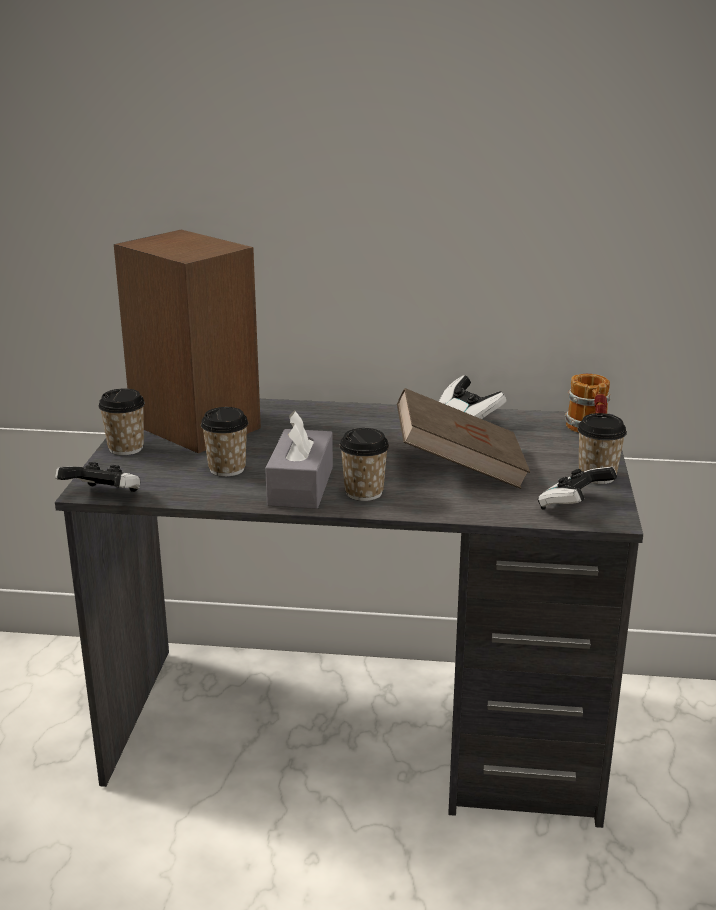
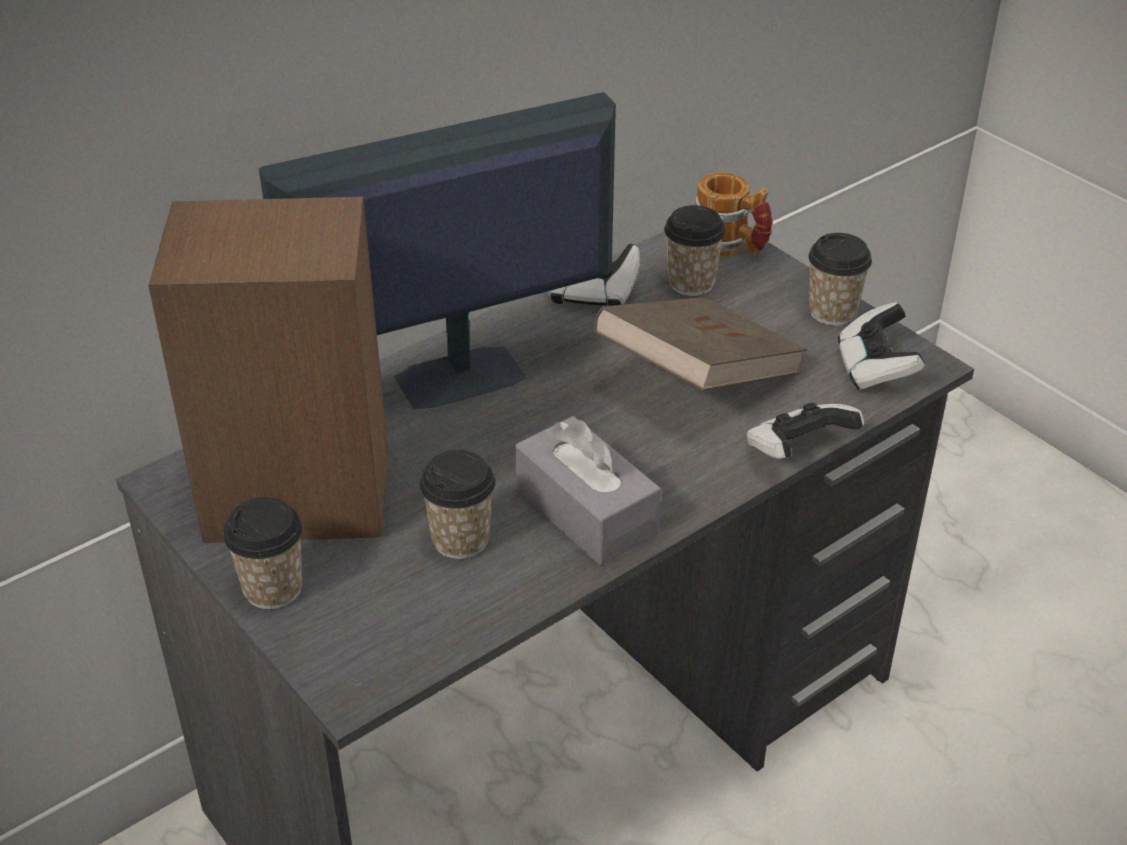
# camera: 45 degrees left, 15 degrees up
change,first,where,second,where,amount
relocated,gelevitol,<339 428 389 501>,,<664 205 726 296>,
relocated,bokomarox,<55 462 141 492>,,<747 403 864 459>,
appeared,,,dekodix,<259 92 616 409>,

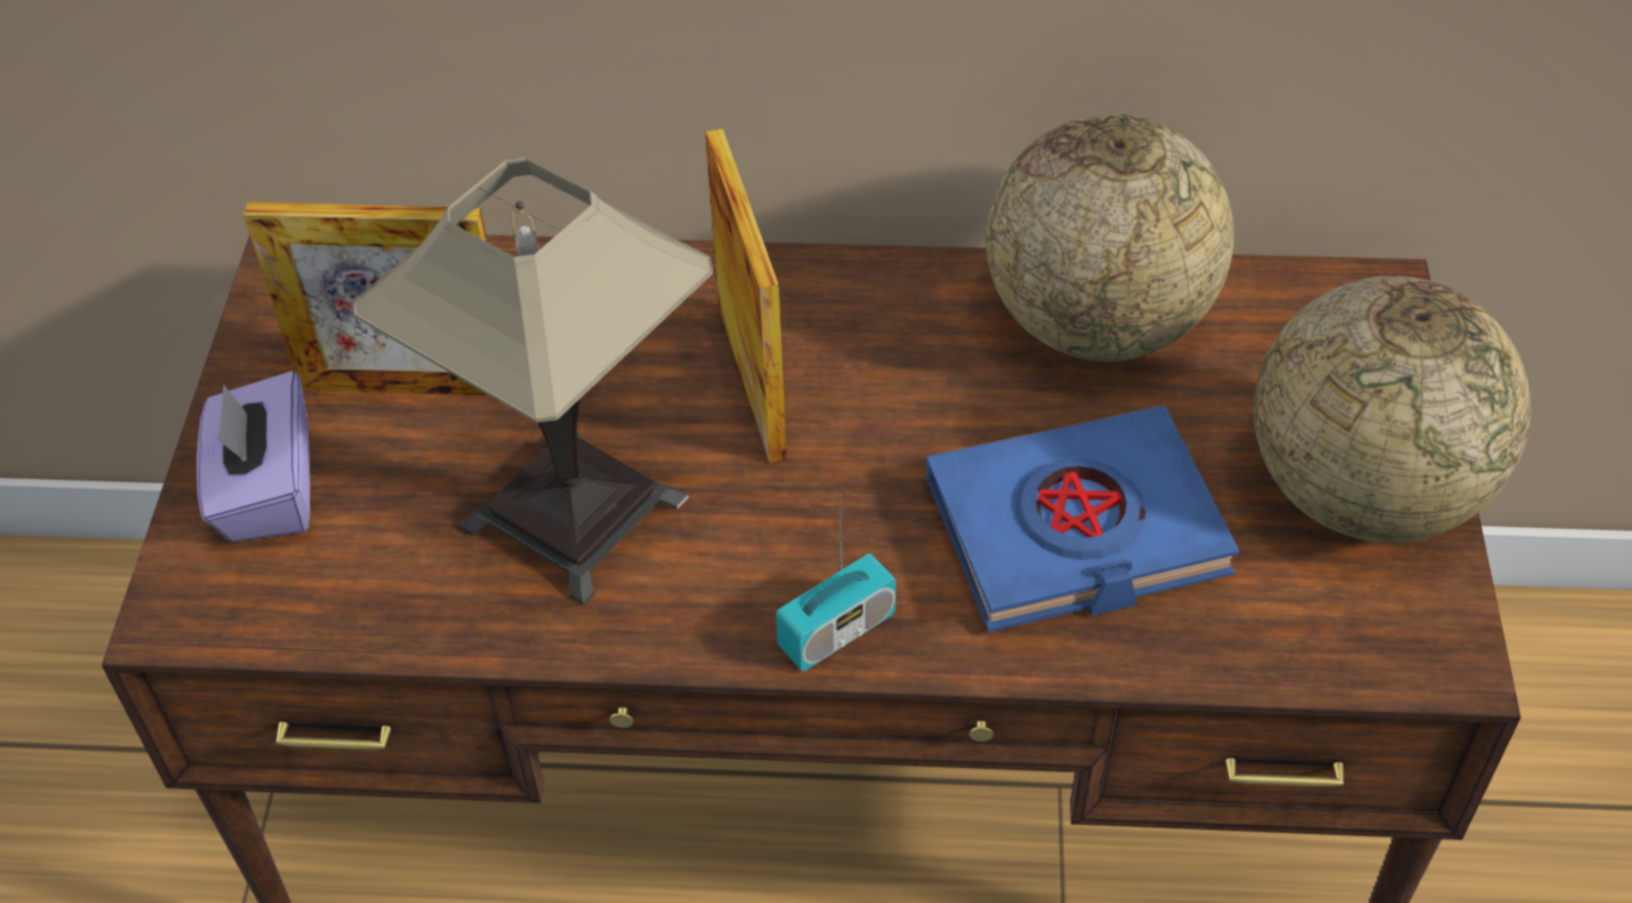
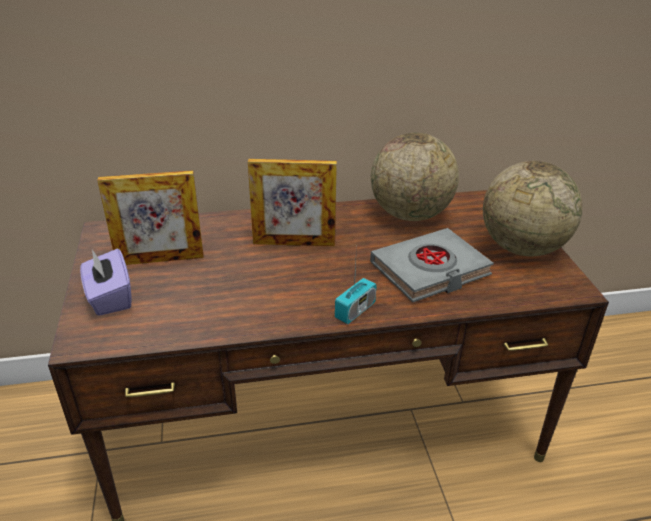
# camera: 15 degrees left, 15 degrees down
change,first,where,second,where,amount
spun,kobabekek,<705 129 786 463>,,<248 159 337 246>,120 degrees clockwise
missing,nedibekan,<354 158 713 605>,,,
colour,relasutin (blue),<926 405 1240 632>,relasutin (grey),<370 228 494 302>,

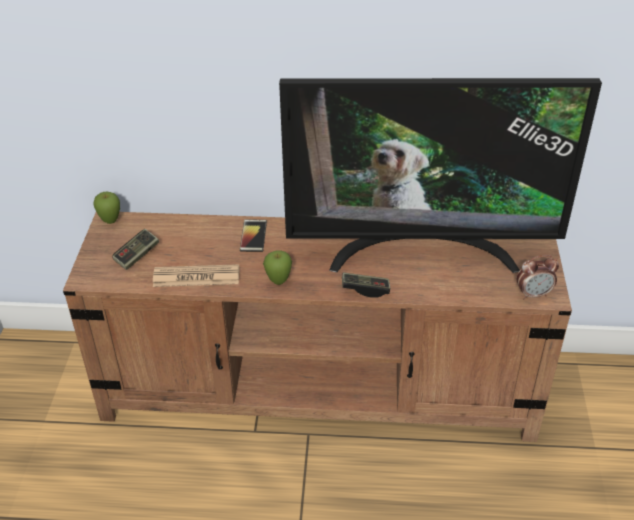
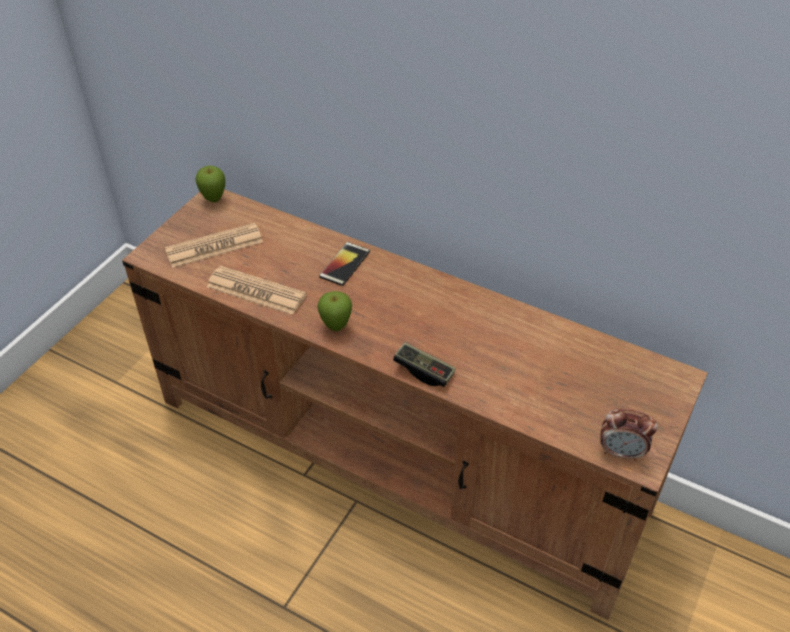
# camera: 25 degrees right, 5 degrees up
change,first,where,second,where,amount
missing,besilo,<279 78 602 273>,,,
exchanged,bokomarox,<112 229 159 270>,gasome,<165 223 263 268>,

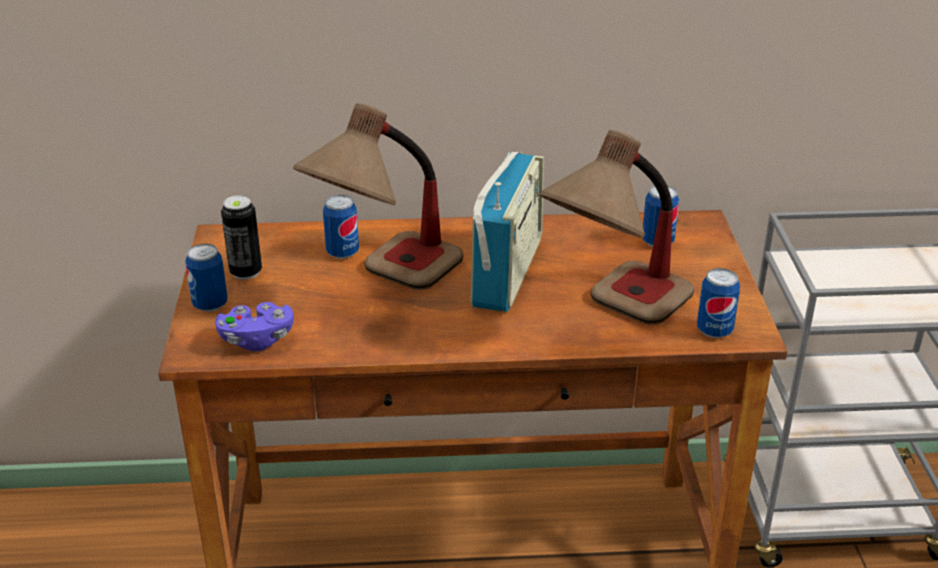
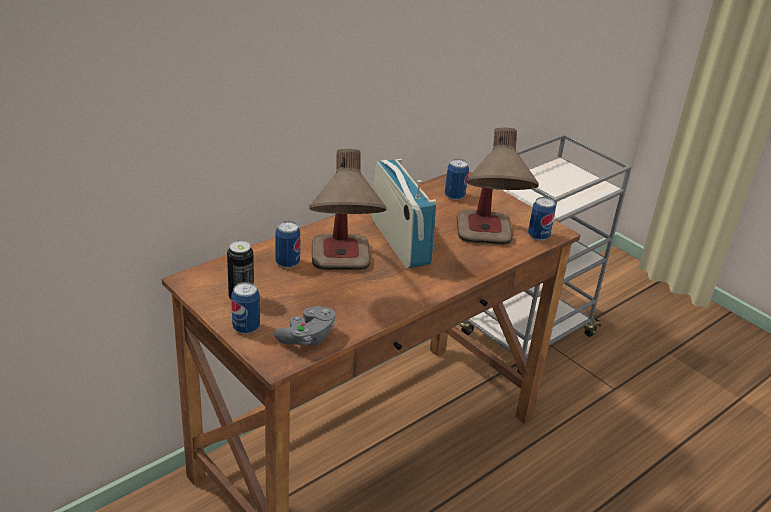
# camera: 40 degrees left, 0 degrees up
change,first,where,second,where,amount
colour,bokomarox (purple),<215 302 294 351>,bokomarox (grey),<274 306 336 346>,

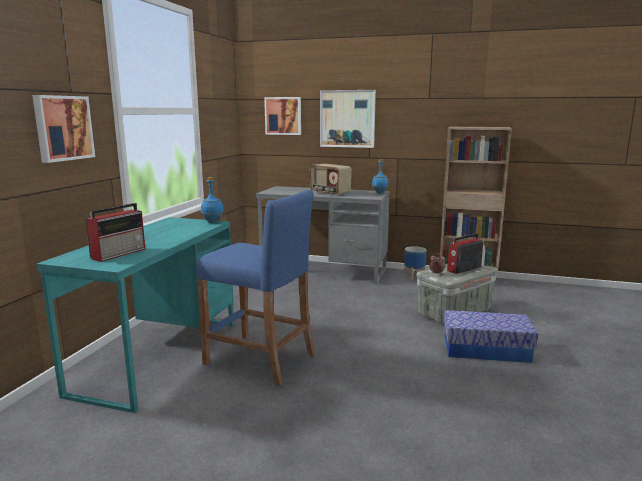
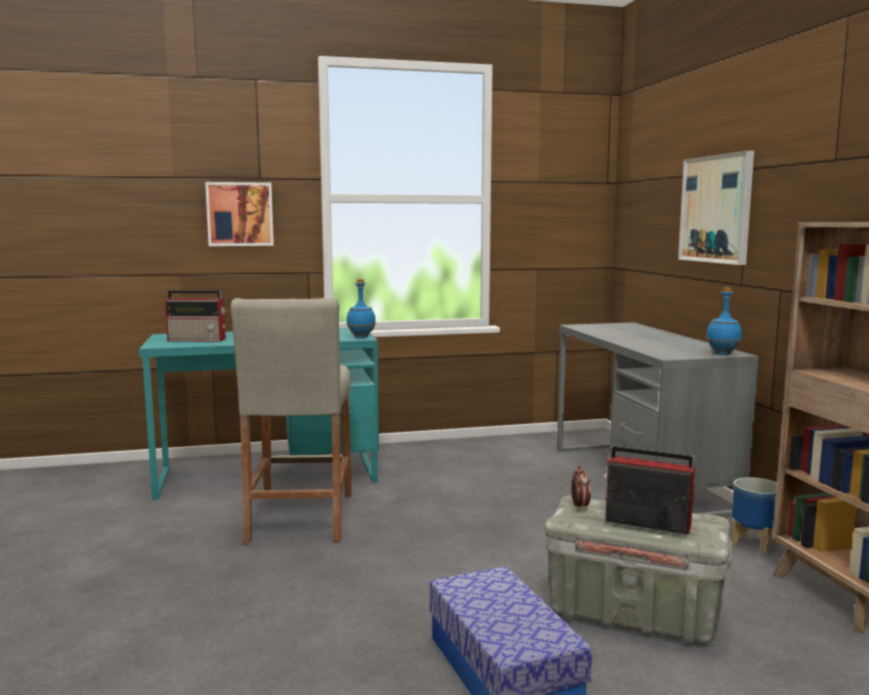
# camera: 60 degrees right, 5 degrees down
change,first,where,second,where,amount
missing,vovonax,<264 97 301 135>,,,
missing,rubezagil,<310 164 352 196>,,,
colour,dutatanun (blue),<196 190 315 386>,dutatanun (beige),<231 298 352 544>,

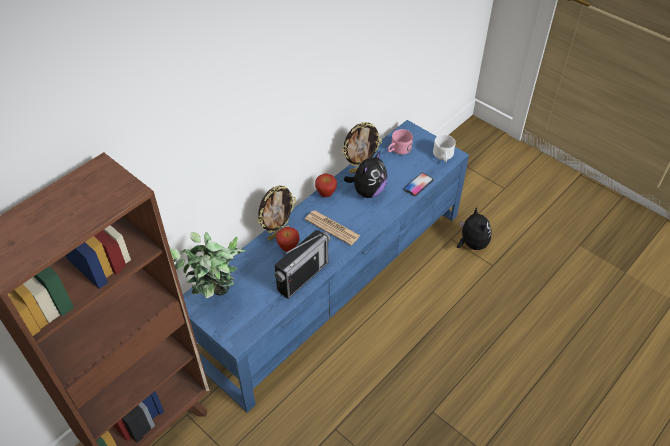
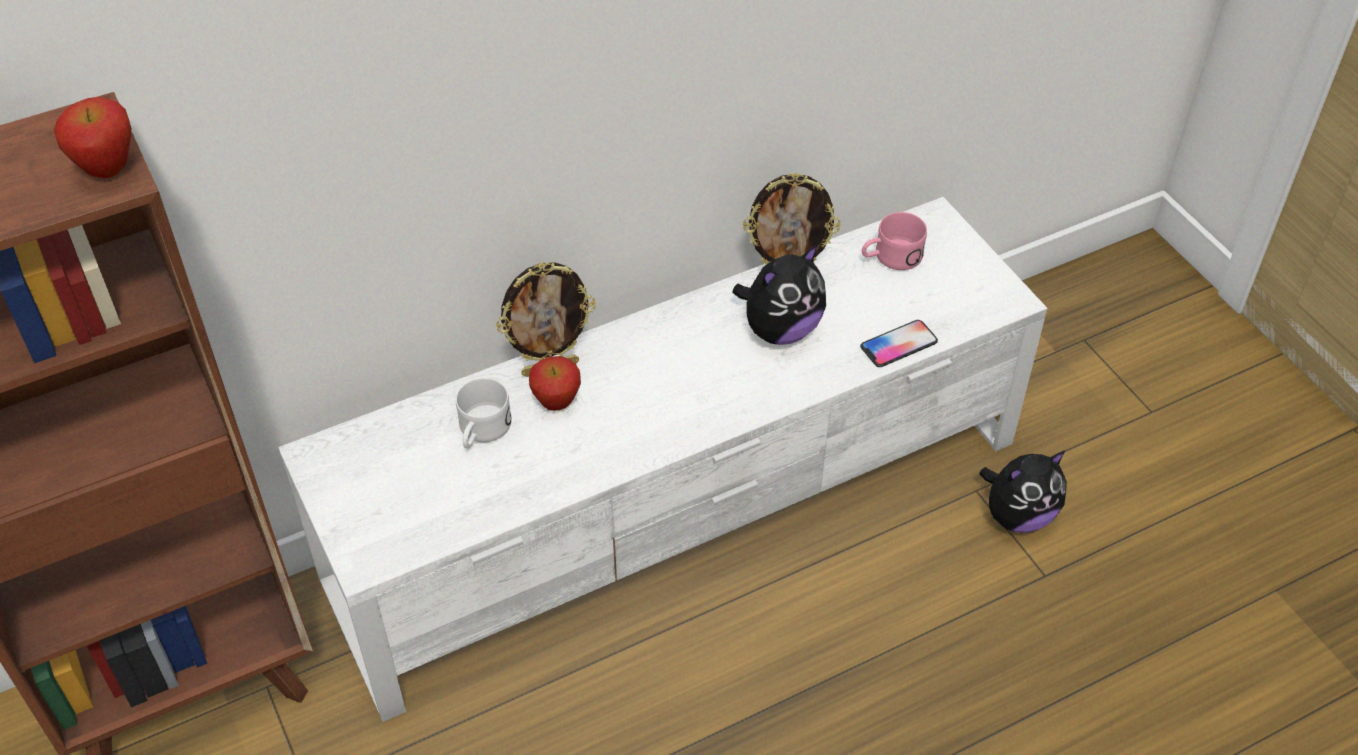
# camera: 20 degrees right, 0 degrees up
change,first,where,second,where,amount
colour,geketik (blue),<183 120 469 412>,geketik (white),<278 197 1047 722>,
relocated,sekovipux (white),<433 135 456 162>,,<456 378 512 448>,
relocated,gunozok,<315 174 337 197>,,<54 97 131 178>,
spun,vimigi,<457 207 492 250>,,<979 450 1067 533>,60 degrees clockwise
missing,gasome,<305 210 360 245>,,,
missing,rubezagil,<274 230 331 299>,,,
missing,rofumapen,<169 232 246 298>,,,

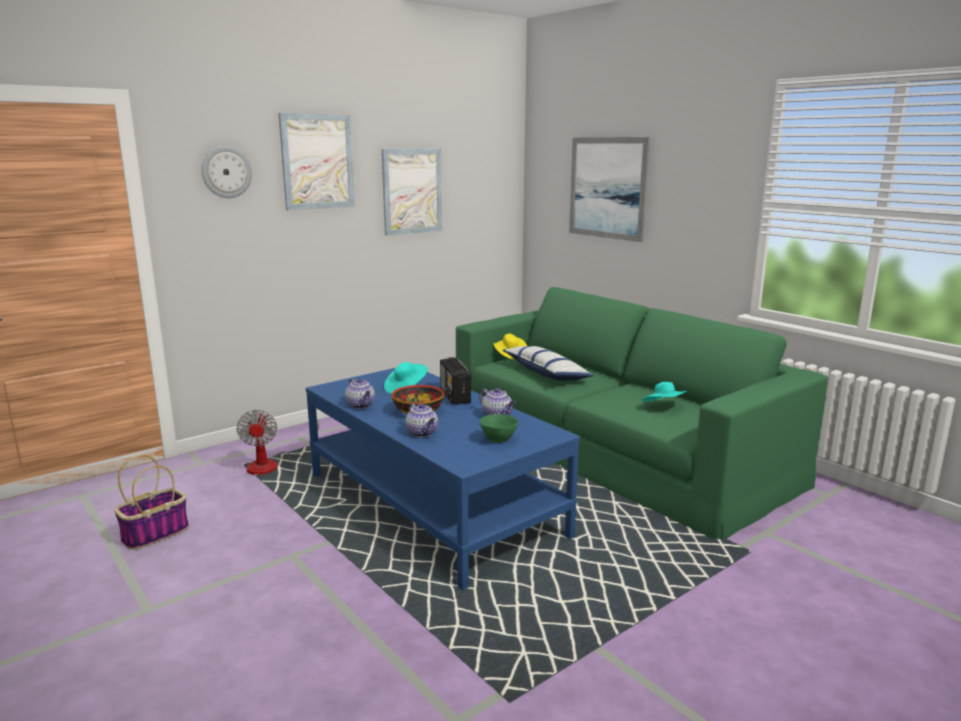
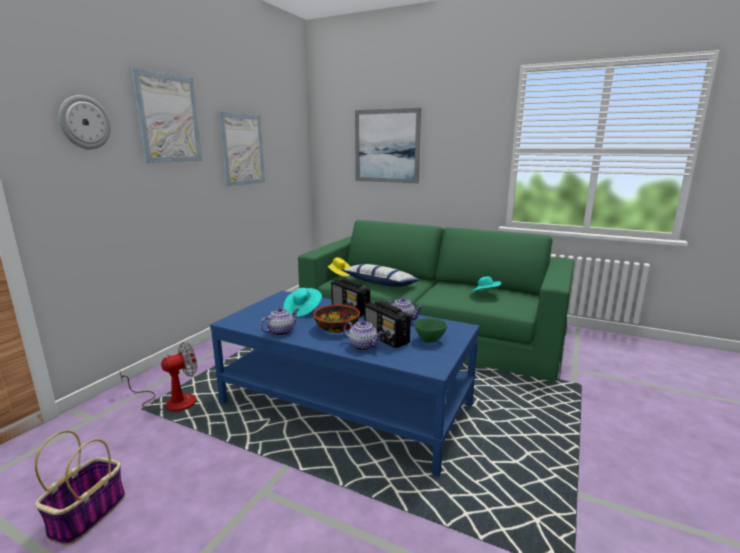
# camera: 25 degrees left, 0 degrees up
change,first,where,second,where,amount
spun,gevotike,<345 378 375 409>,,<260 308 299 336>,75 degrees counterclockwise
spun,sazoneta,<236 410 319 475>,,<120 342 197 411>,90 degrees counterclockwise
appeared,,,rubezagil,<364 300 411 348>,

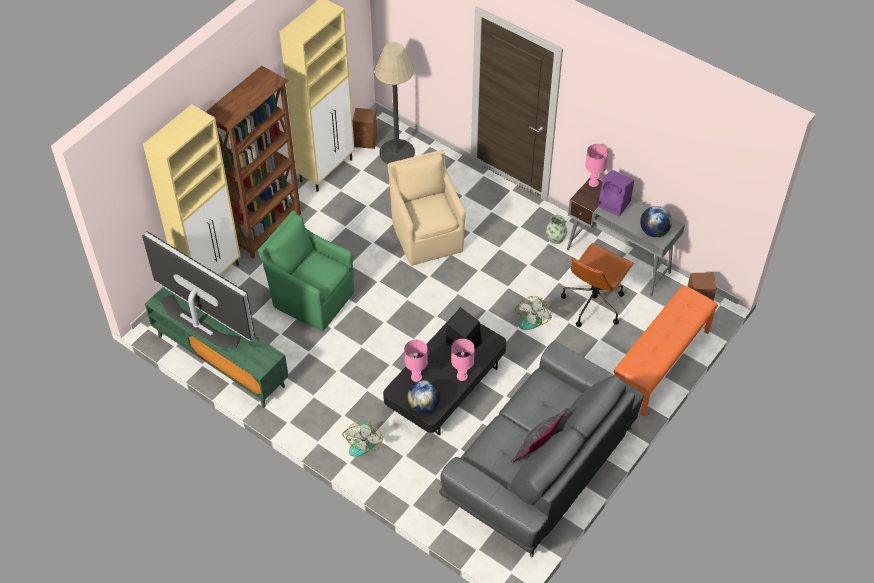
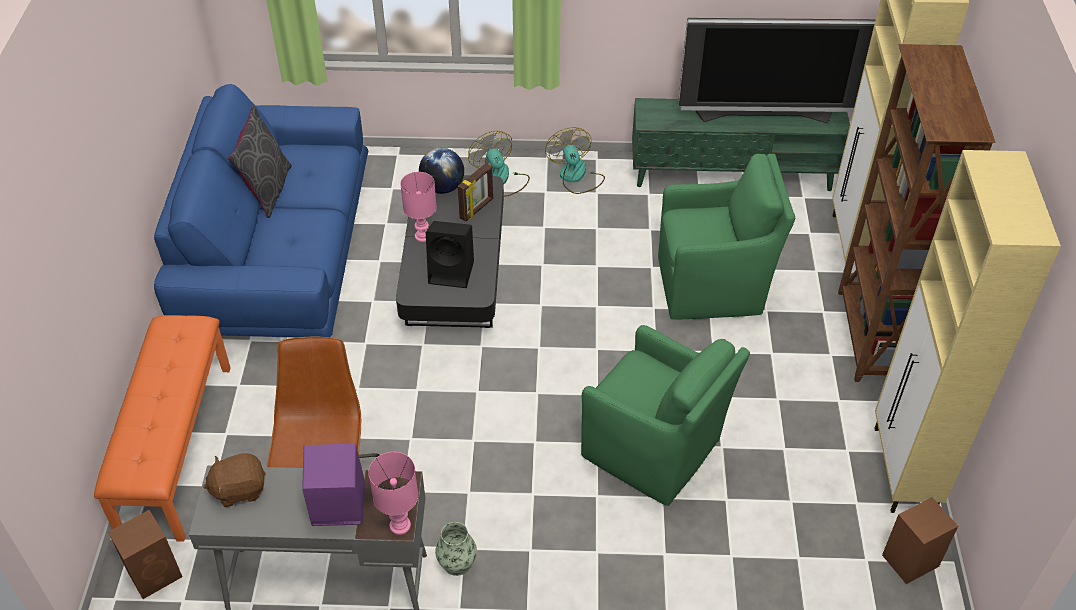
# camera: 145 degrees right, 5 degrees down
change,first,where,second,where,amount
missing,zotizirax,<375 42 415 164>,,,
colour,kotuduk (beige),<388 150 466 266>,kotuduk (green),<581 325 750 506>,
exchanged,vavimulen,<640 206 672 237>,vimigi (brown),<203 453 266 507>,
relocated,sazoneta,<515 296 552 330>,,<545 127 605 194>,
exchanged,nedibekan (pink),<404 340 428 382>,kobabekek,<458 163 493 222>,
colour,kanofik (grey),<439 341 644 557>,kanofik (blue),<154 84 368 337>,

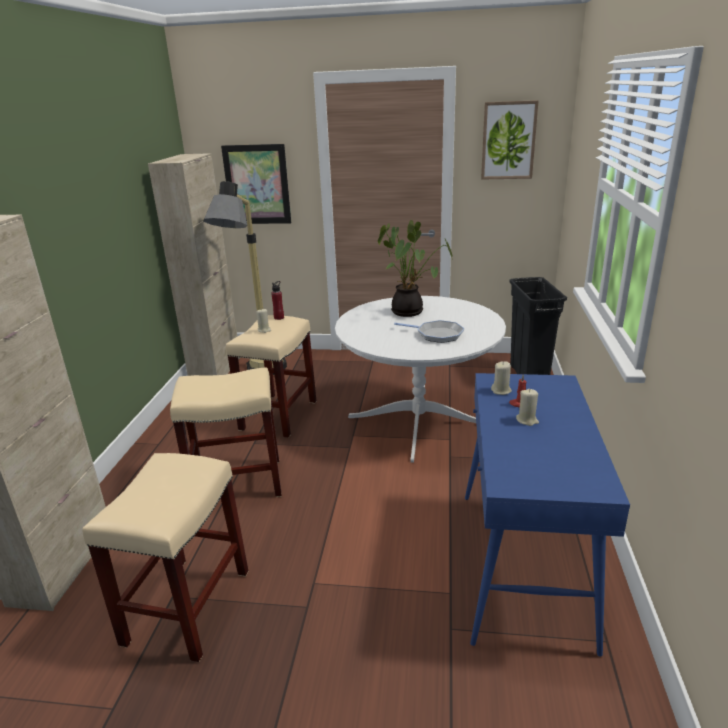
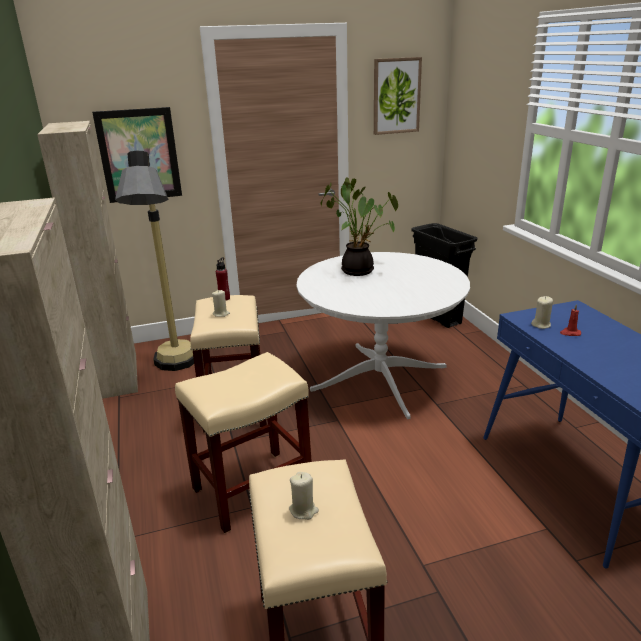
# camera: 25 degrees left, 0 degrees up
change,first,where,second,where,amount
missing,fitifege,<394 320 464 343>,,,
relocated,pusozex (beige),<516 389 539 426>,,<289 472 319 520>,

